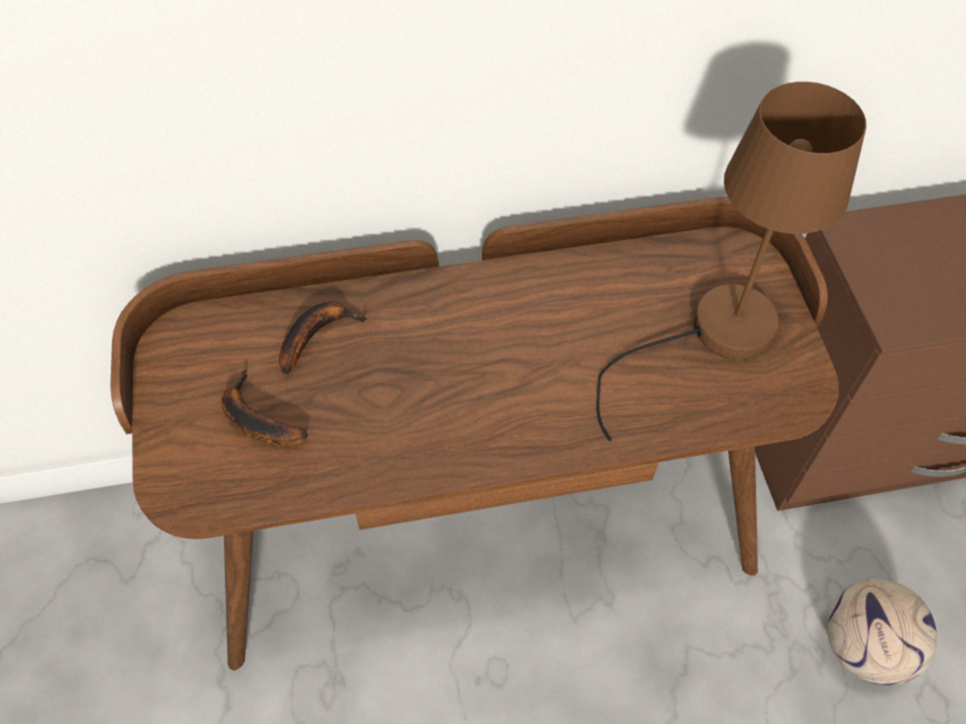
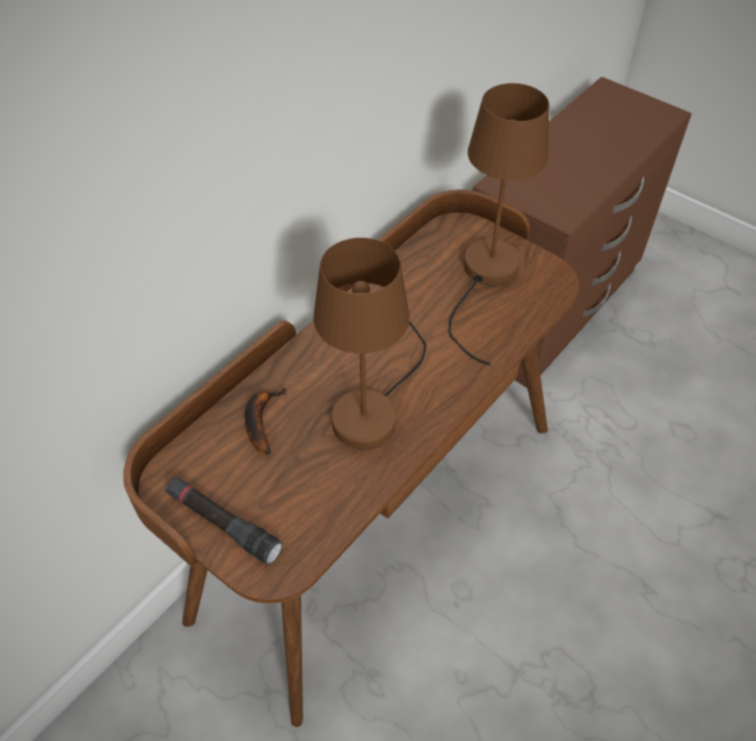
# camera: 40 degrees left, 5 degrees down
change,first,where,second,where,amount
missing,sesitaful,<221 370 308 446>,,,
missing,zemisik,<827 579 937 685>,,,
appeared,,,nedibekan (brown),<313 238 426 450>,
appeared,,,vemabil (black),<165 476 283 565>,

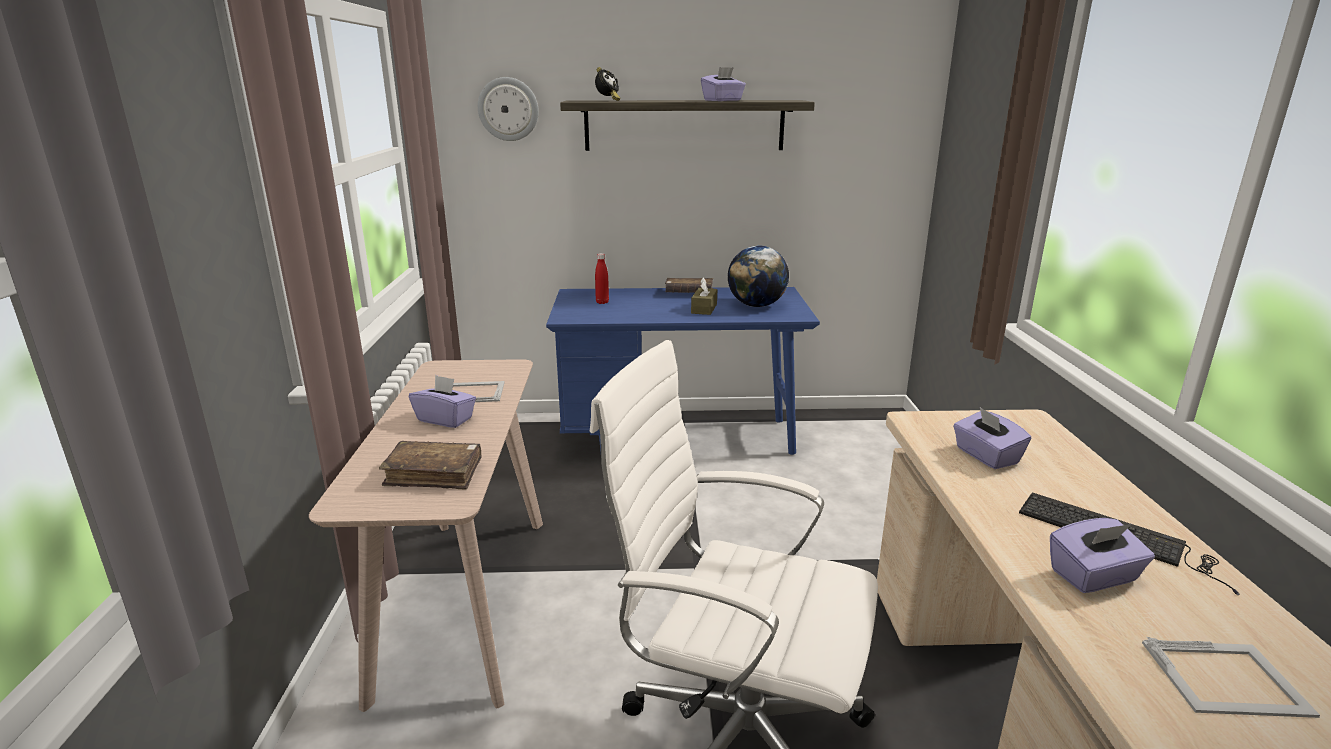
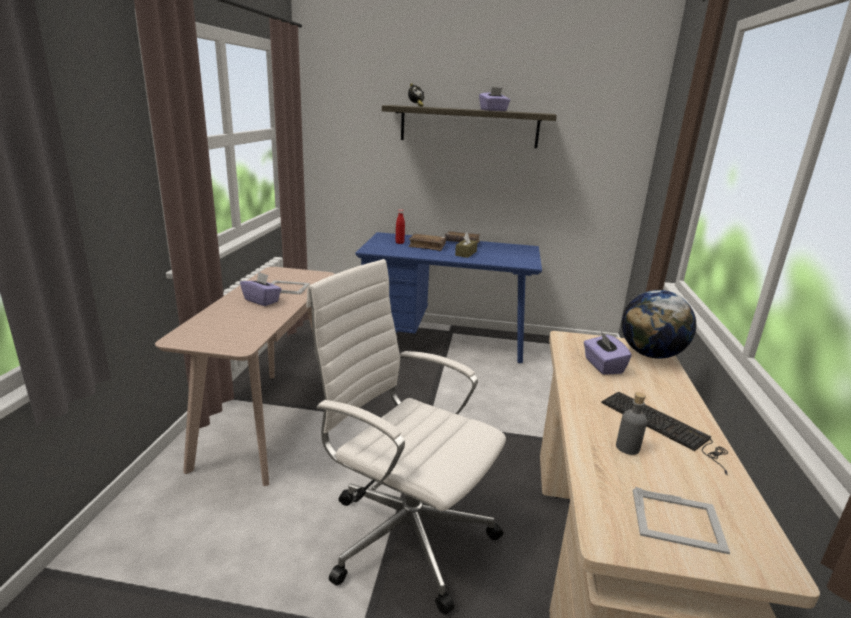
# camera: 10 degrees right, 0 degrees up
change,first,where,second,where,amount
missing,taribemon,<478 77 539 141>,,,
relocated,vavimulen,<728 246 789 307>,,<621 290 696 359>,
relocated,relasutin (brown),<379 441 482 490>,,<408 234 446 251>,
exchanged,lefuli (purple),<1050 518 1155 593>,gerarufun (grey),<616 392 647 455>,

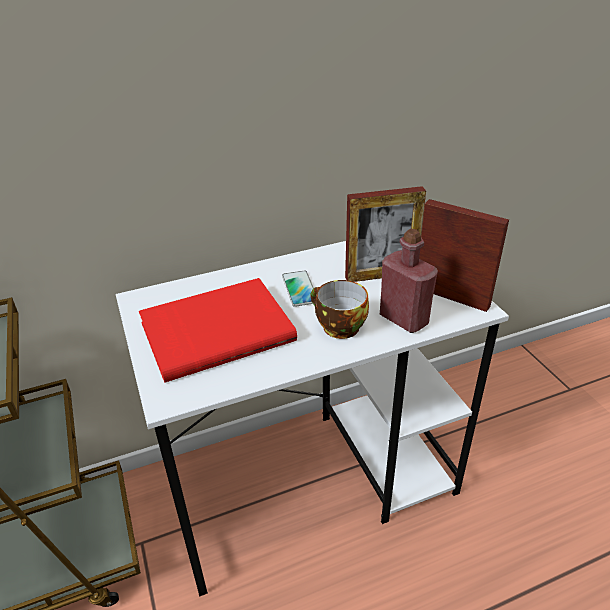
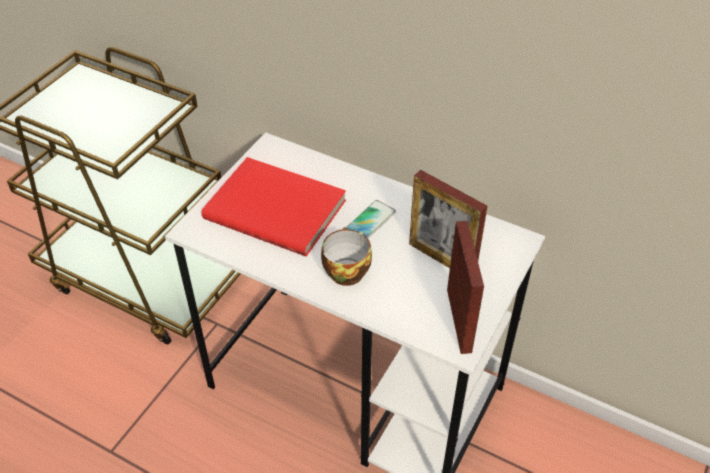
# camera: 50 degrees right, 10 degrees up
change,first,where,second,where,amount
missing,gerarufun (red),<380 229 438 333>,,,

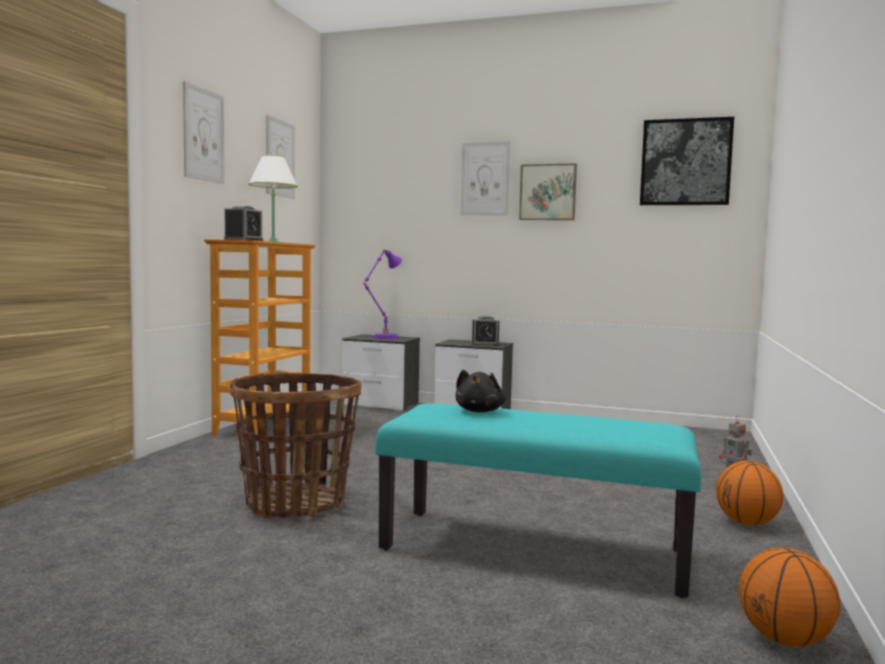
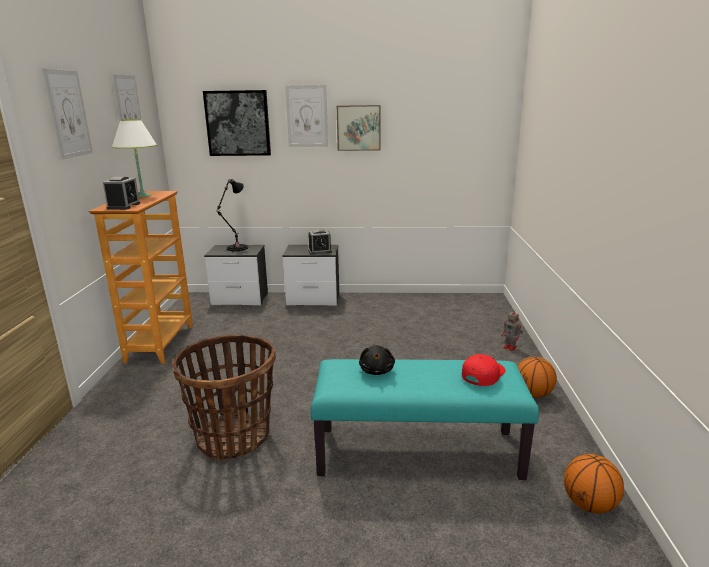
# camera: 15 degrees left, 15 degrees up
change,first,where,second,where,amount
relocated,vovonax,<640 117 734 205>,,<203 90 271 156>,
colour,nedibekan (purple),<363 249 402 339>,nedibekan (black),<216 179 248 251>,
appeared,,,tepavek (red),<462 354 506 386>,

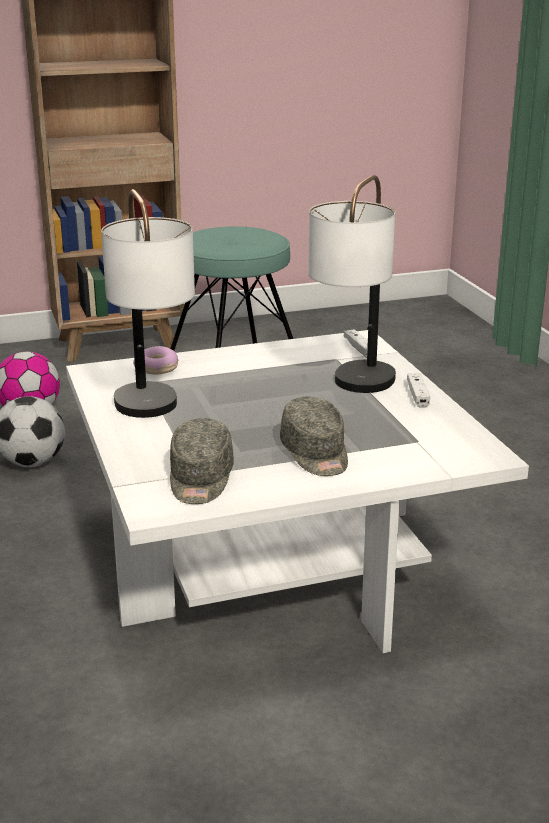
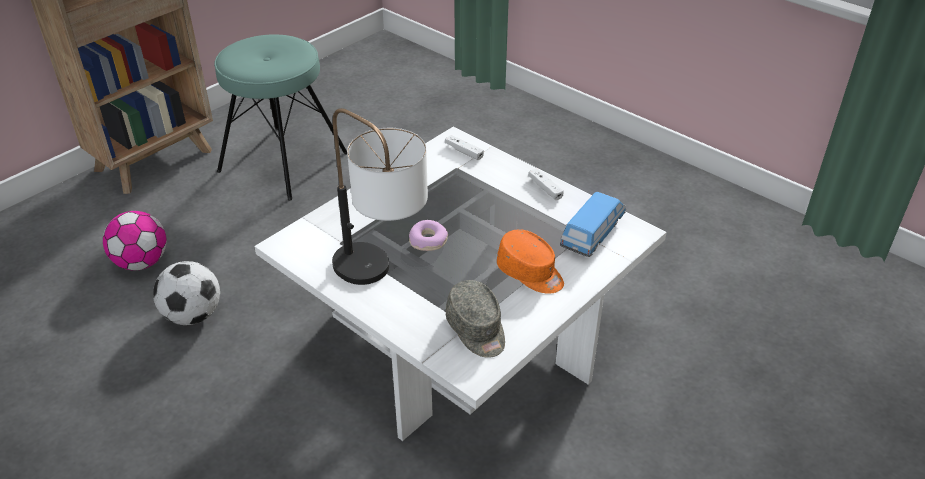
# camera: 30 degrees left, 15 degrees up
change,first,where,second,where,amount
missing,nedibekan,<308 175 396 393>,,,
relocated,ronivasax,<133 346 178 374>,,<409 220 448 251>,
colour,tepavek (grey),<280 397 348 476>,tepavek (orange),<497 229 564 294>,
appeared,,,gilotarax,<560 192 626 257>,

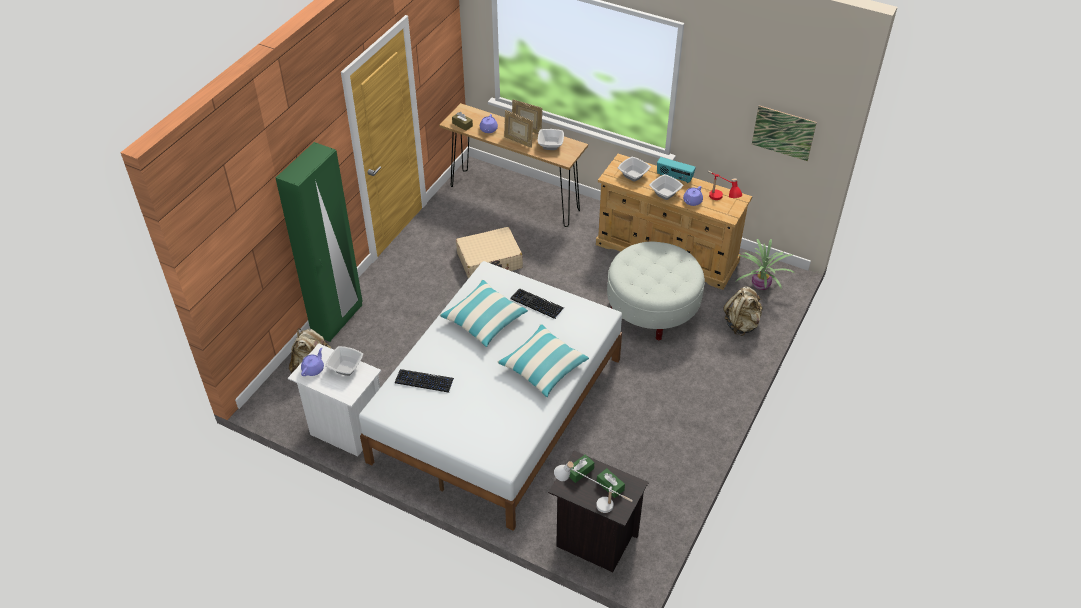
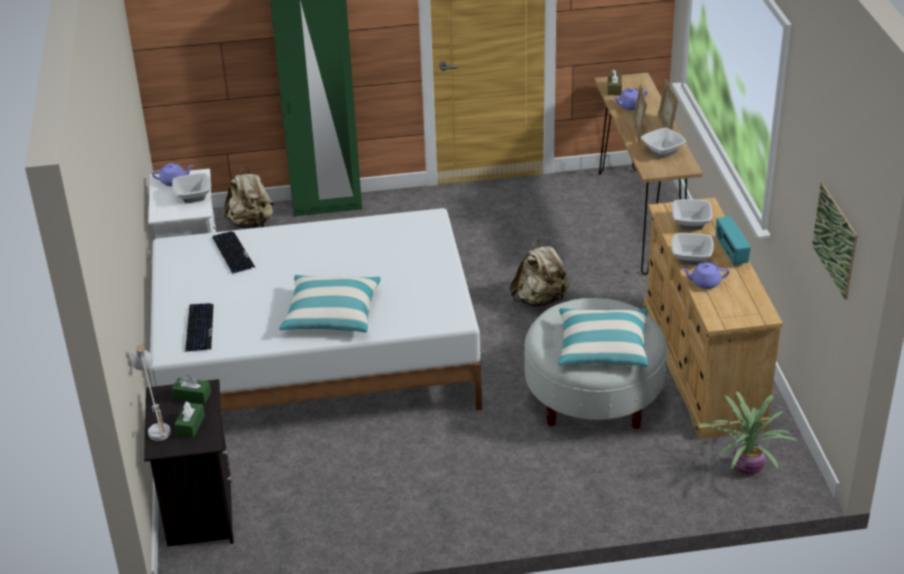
# camera: 55 degrees right, 10 degrees down
change,first,where,second,where,amount
missing,nedibekan (red),<708 171 742 200>,,,
missing,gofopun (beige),<456 227 523 279>,,,
relocated,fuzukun,<440 280 528 347>,,<558 308 648 367>,
relocated,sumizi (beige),<723 287 763 336>,,<510 240 570 306>,
relocated,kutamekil,<510 288 564 319>,,<185 303 214 352>,

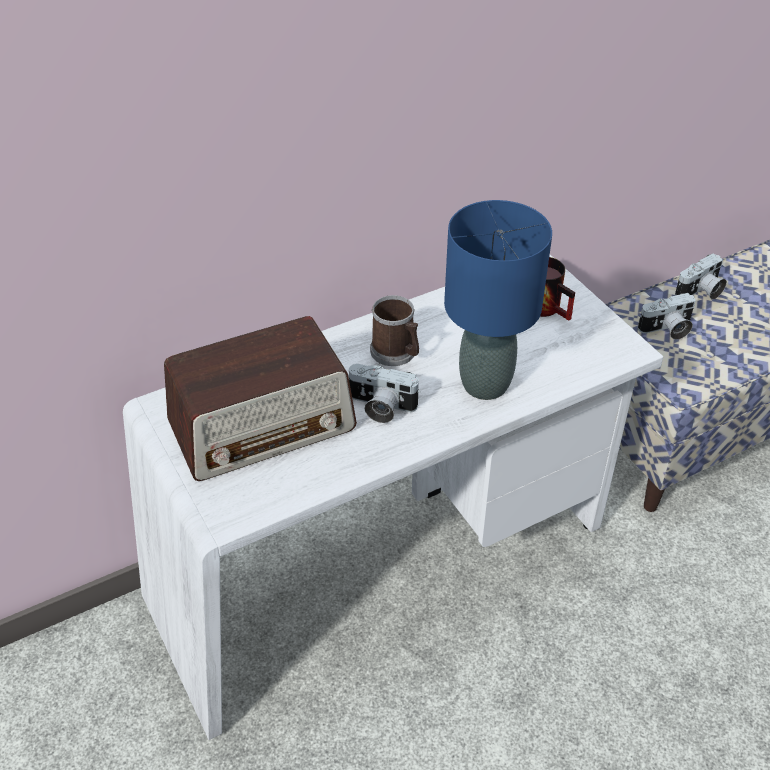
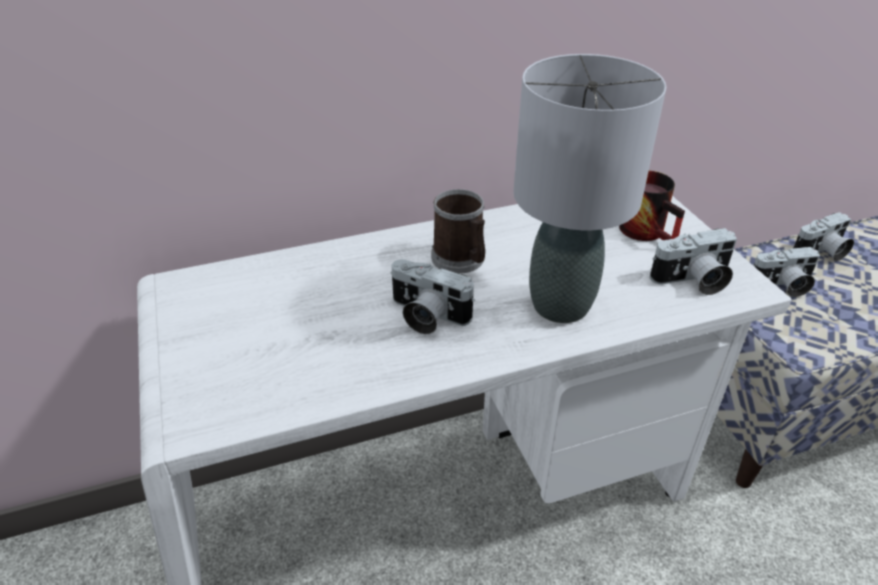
# camera: 10 degrees right, 5 degrees down
change,first,where,second,where,amount
colour,nedibekan (blue),<444 200 552 400>,nedibekan (grey),<513 54 666 323>,
missing,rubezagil,<164 316 357 481>,,,
appeared,,,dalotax,<650 228 737 295>,

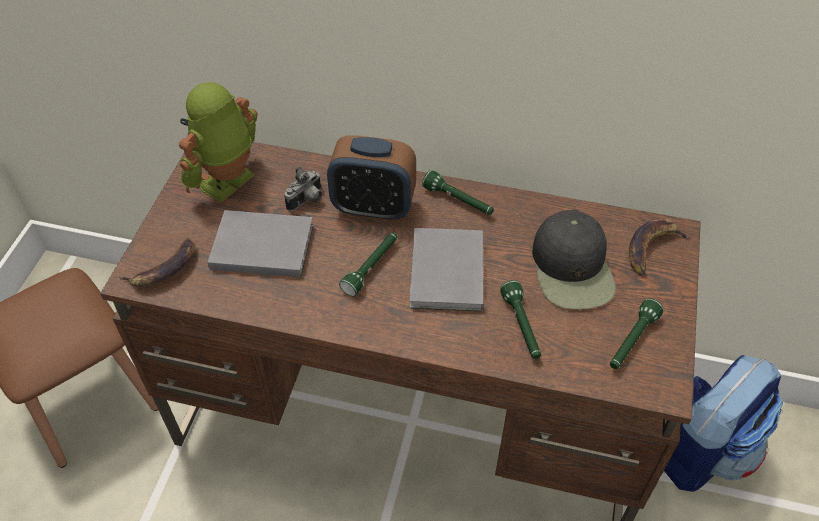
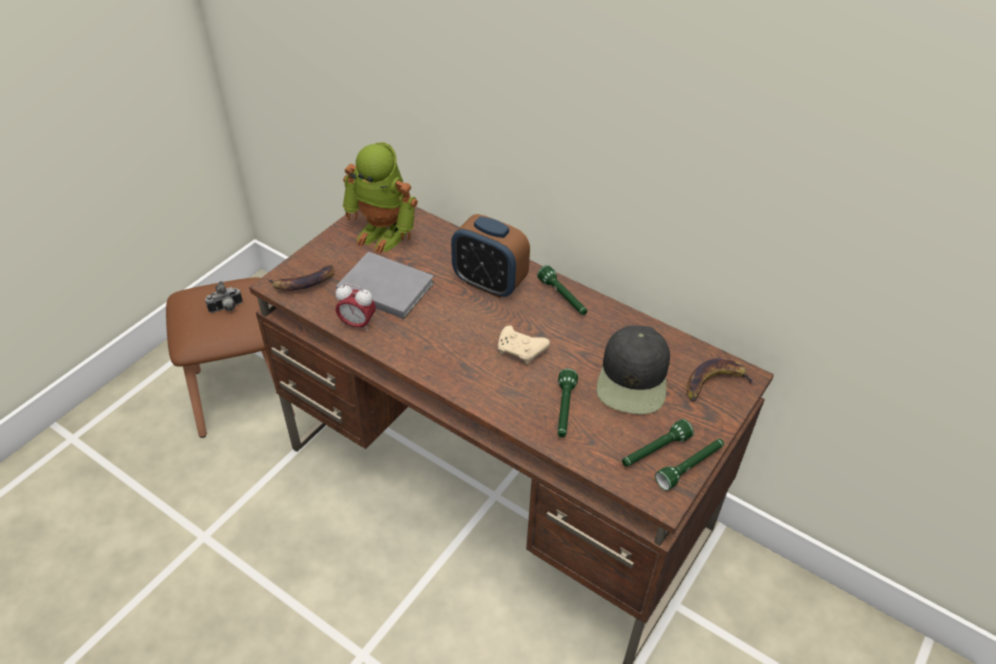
# camera: 20 degrees right, 5 degrees down
change,first,where,second,where,amount
spun,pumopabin,<179 82 258 203>,,<343 142 418 254>,120 degrees counterclockwise
relocated,dalotax,<284 167 322 211>,,<205 281 243 313>,
exchanged,relasutin (grey),<409 228 483 311>,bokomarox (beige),<498 325 550 364>,
relocated,vemabil (green),<339 232 397 297>,,<655 439 724 491>,
missing,sumizi,<664 355 783 492>,,,
appeared,,,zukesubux,<335 283 376 332>,

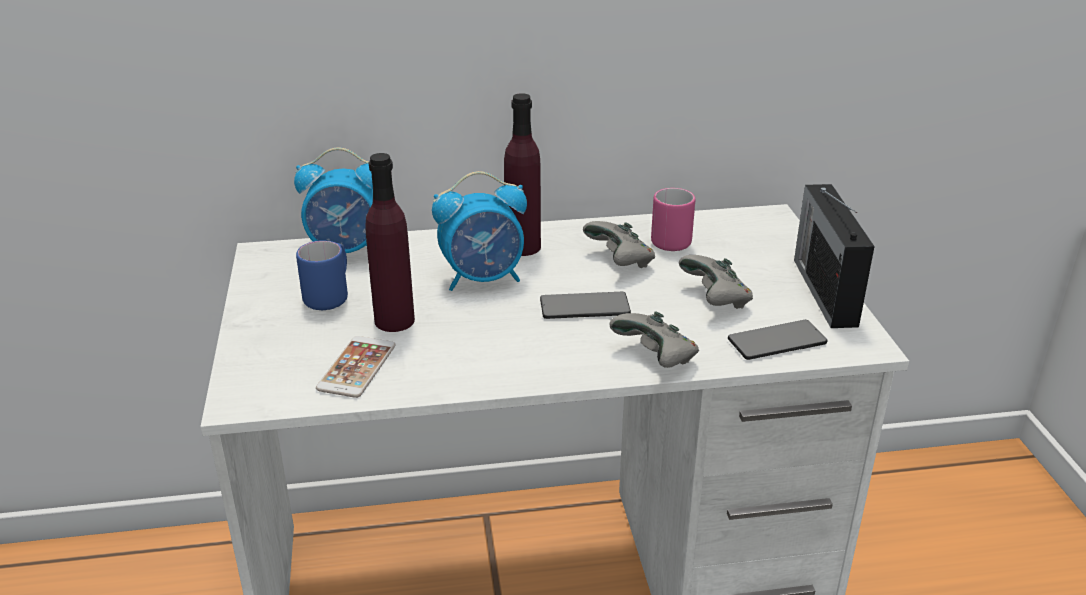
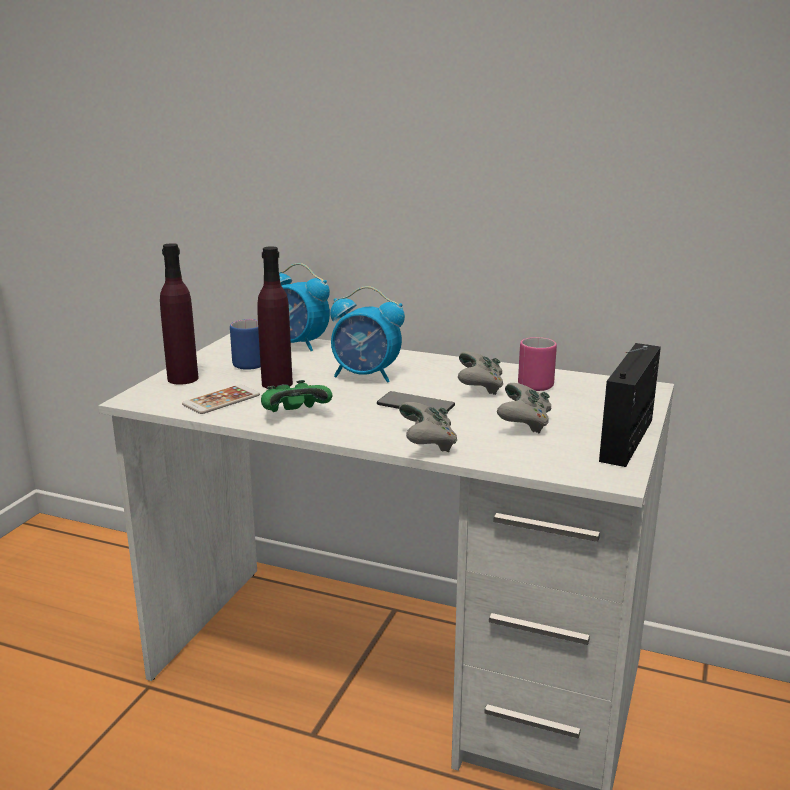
# camera: 30 degrees right, 10 degrees down
change,first,where,second,where,amount
relocated,gerarufun (purple),<504 93 541 256>,,<160 243 199 385>,
missing,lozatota,<728 320 827 360>,,,
appeared,,,bokomarox (green),<261 380 333 412>,

